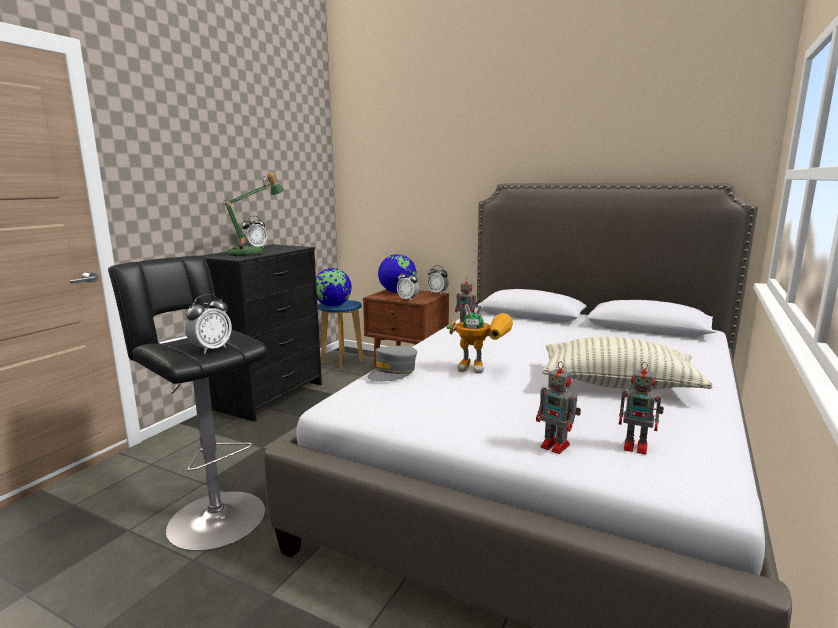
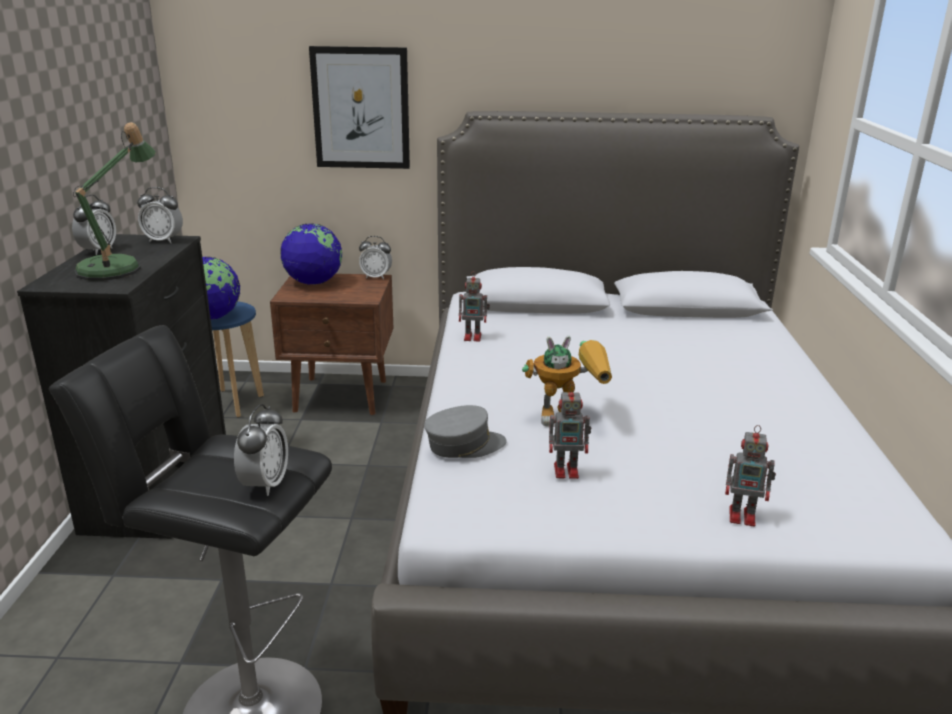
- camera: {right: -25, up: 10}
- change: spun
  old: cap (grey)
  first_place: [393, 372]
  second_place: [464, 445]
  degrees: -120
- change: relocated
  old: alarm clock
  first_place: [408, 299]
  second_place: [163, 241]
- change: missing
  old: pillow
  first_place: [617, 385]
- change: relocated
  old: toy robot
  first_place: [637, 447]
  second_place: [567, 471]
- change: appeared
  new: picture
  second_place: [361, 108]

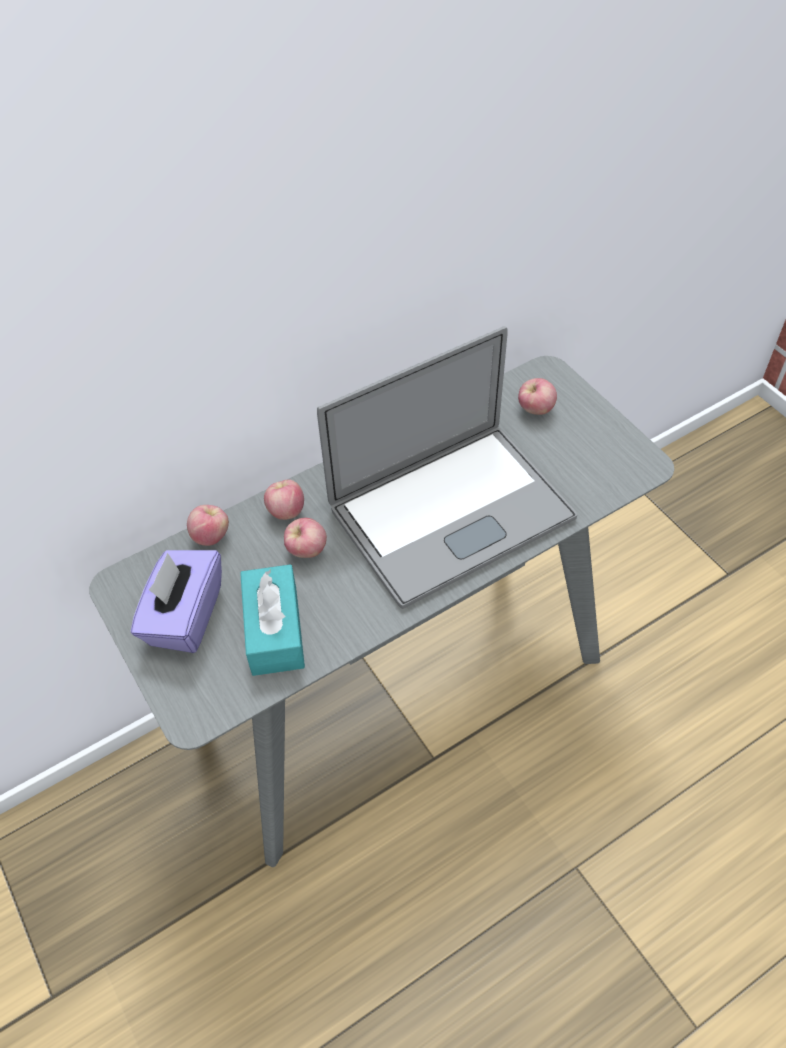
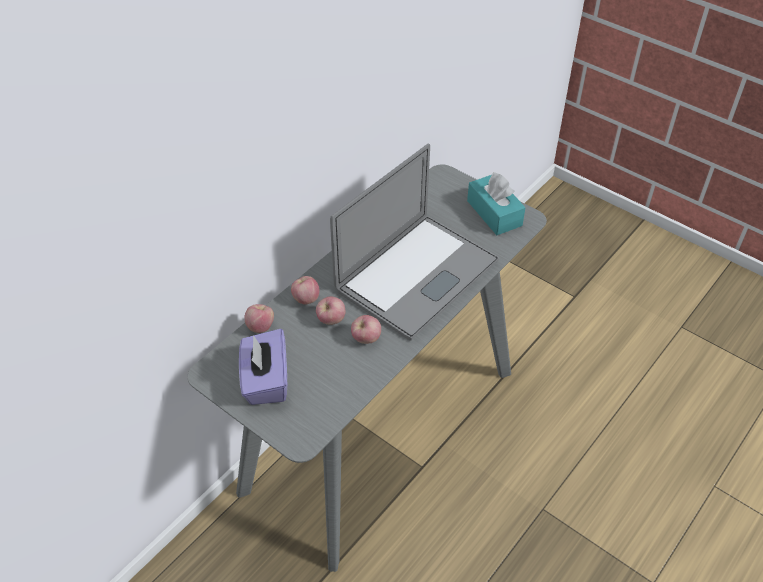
- camera: {right: -20, up: -5}
- change: relocated
  old: tissue box (turquoise)
  first_place: [274, 630]
  second_place: [494, 213]
- change: relocated
  old: apple
  first_place: [535, 409]
  second_place: [366, 339]

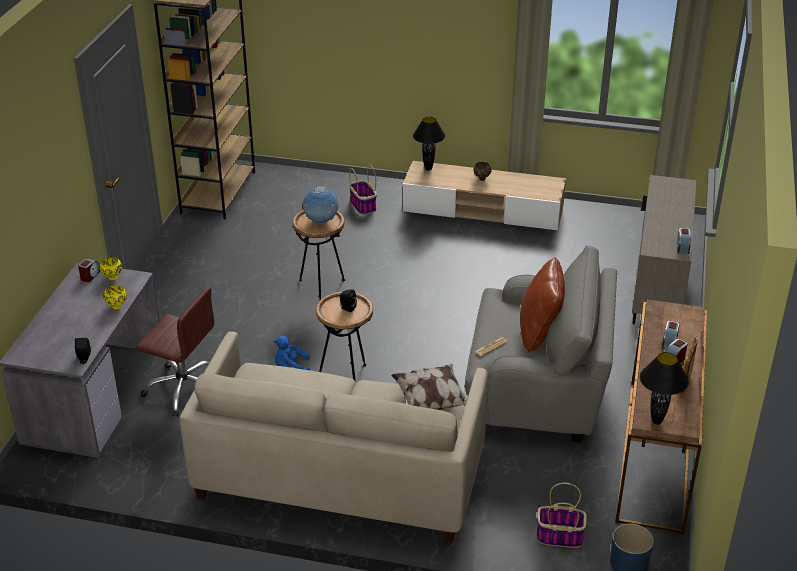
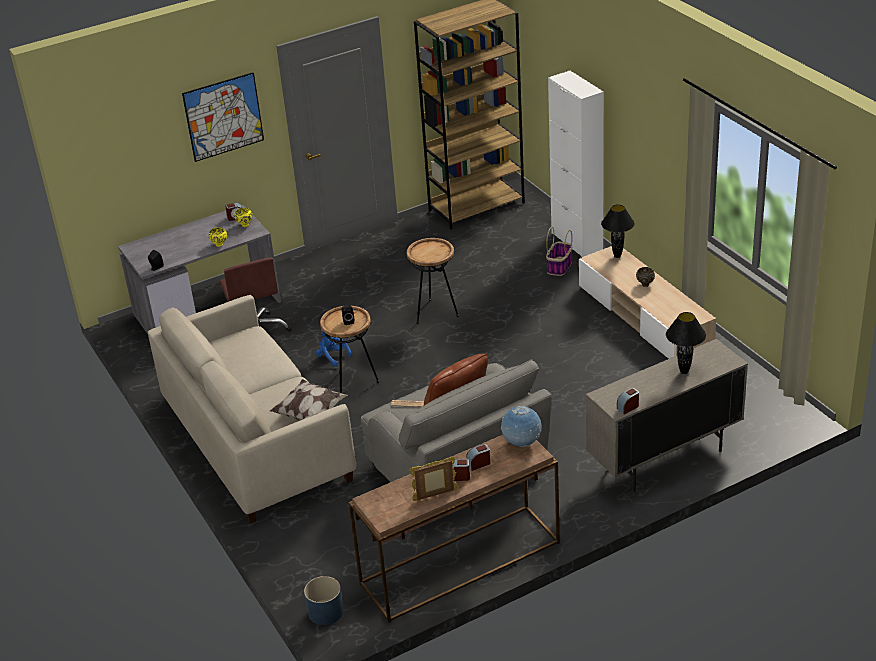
- camera: {right: 50, up: 0}
- change: relocated
  old: globe
  first_place: [321, 221]
  second_place: [522, 443]
- change: missing
  old: basket
  first_place: [559, 537]
- change: relocated
  old: table lamp (black)
  first_place: [656, 422]
  second_place: [683, 372]
- change: appeared
  new: picture
  second_place: [223, 116]
- change: appeared
  new: cabinet (white)
  second_place: [577, 241]

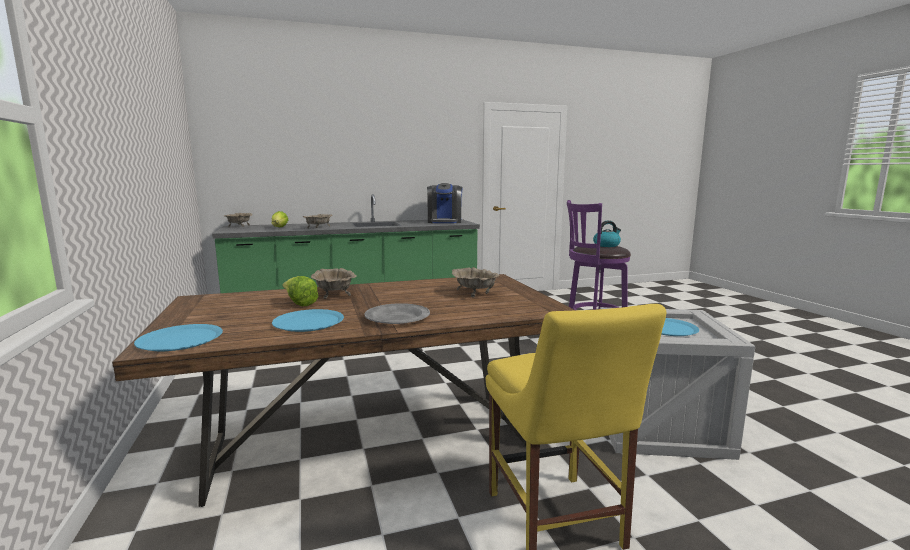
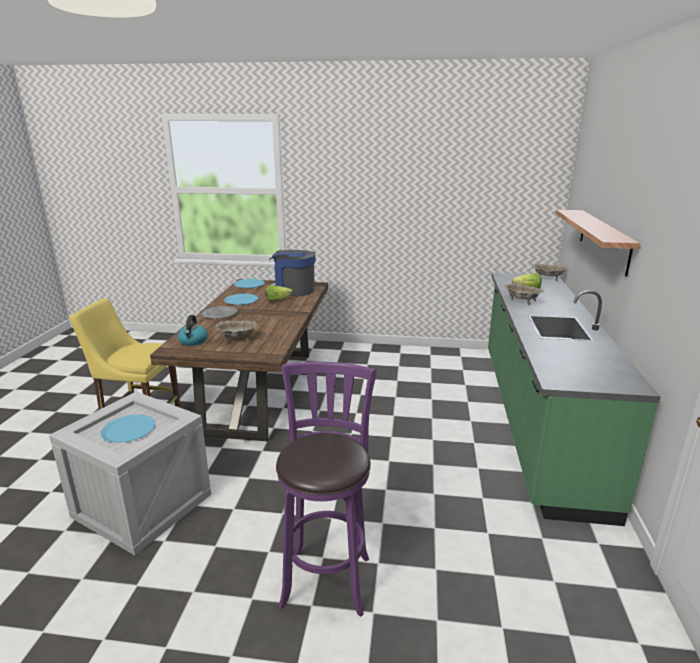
- camera: {right: 115, up: 10}
- change: missing
  old: bowl (beige)
  first_place: [334, 294]
- change: relocated
  old: coffee machine
  first_place: [444, 222]
  second_place: [293, 290]
- change: relocated
  old: kettle
  first_place: [606, 245]
  second_place: [193, 341]
- change: appeared
  new: shelf
  second_place: [604, 240]

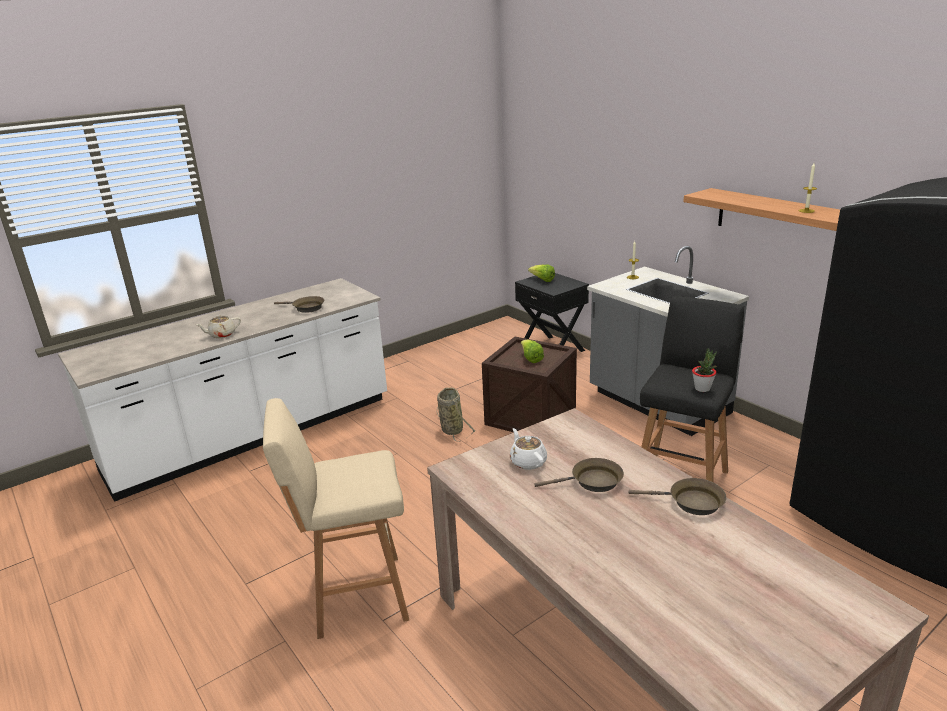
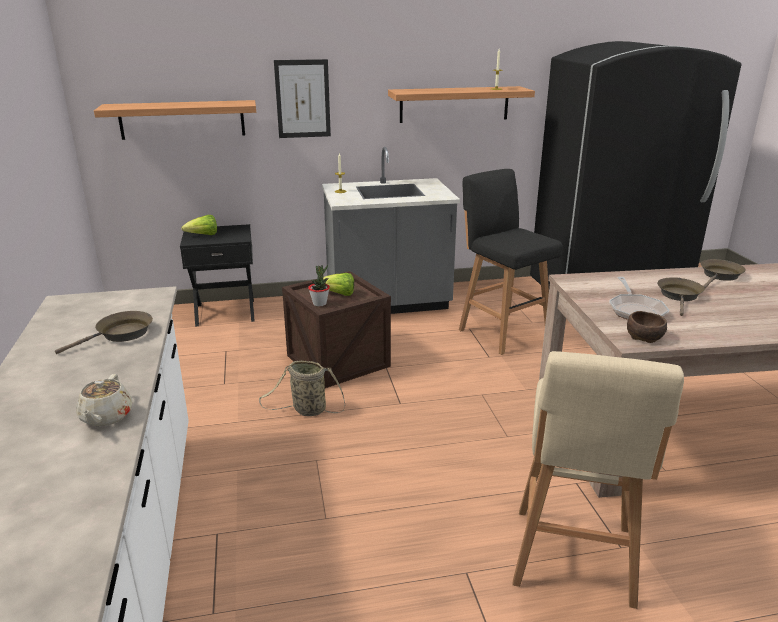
- camera: {right: -65, up: 0}
- change: exchanged
  old: teapot (white)
  new: frying pan
  first_place: [528, 462]
  second_place: [635, 310]
- change: relocated
  old: potted plant
  first_place: [702, 389]
  second_place: [319, 303]
- change: appeared
  new: shelf
  second_place: [182, 119]
- change: appeared
  new: picture
  second_place: [303, 99]
- change: appeared
  new: bowl (brown)
  second_place: [645, 337]

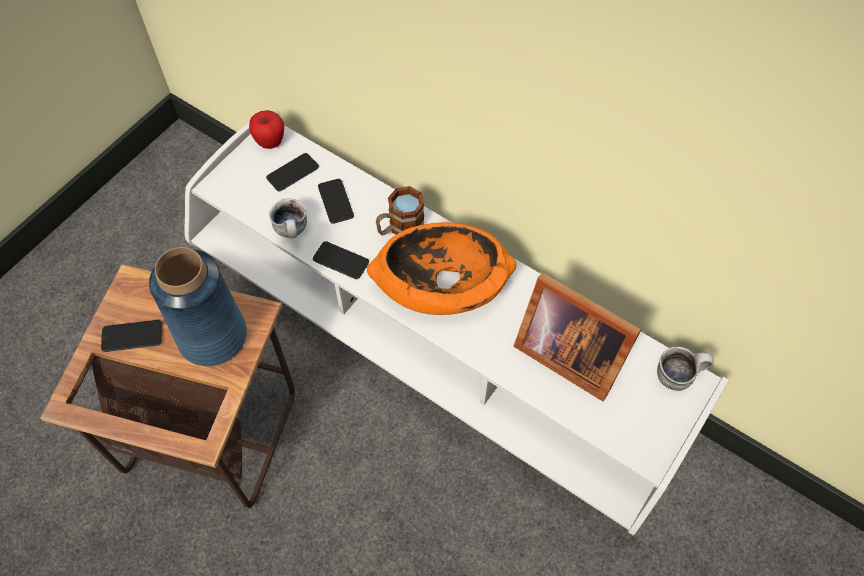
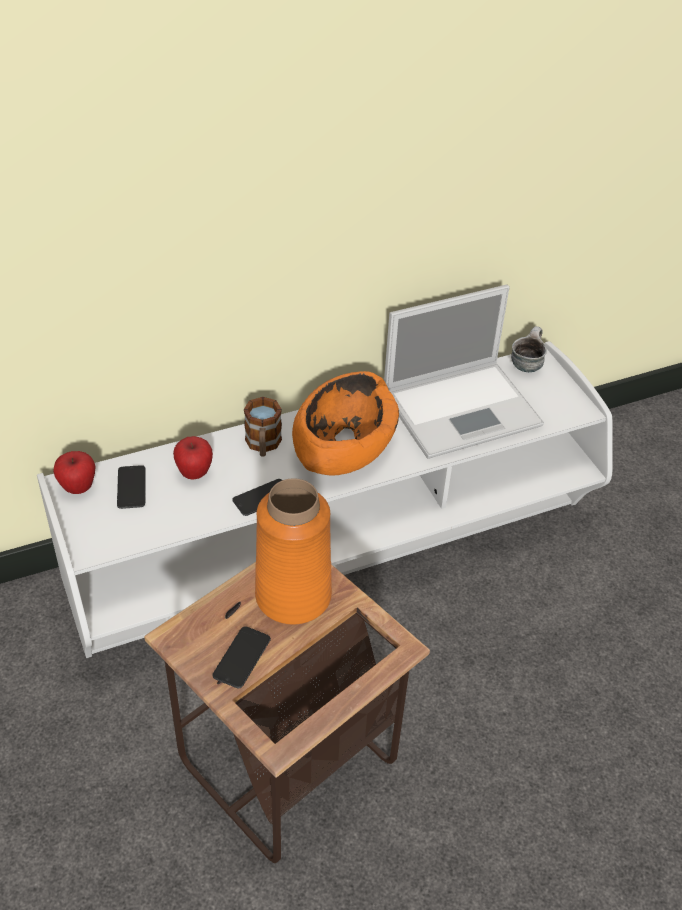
- camera: {right: -60, up: -15}
- change: colour
  old: vase (blue)
  new: vase (orange)
  first_place: [212, 337]
  second_place: [293, 596]
- change: missing
  old: mug
  first_place: [293, 232]
- change: exchanged
  old: phone
  new: apple
  first_place: [335, 201]
  second_place: [194, 473]
- change: exchanged
  old: picture frame
  new: laptop
  first_place: [566, 352]
  second_place: [464, 408]

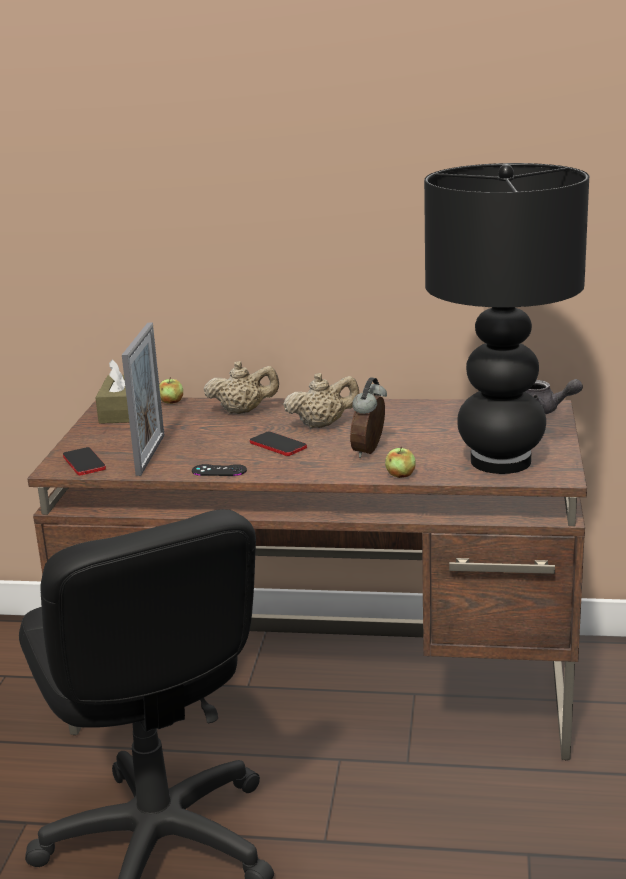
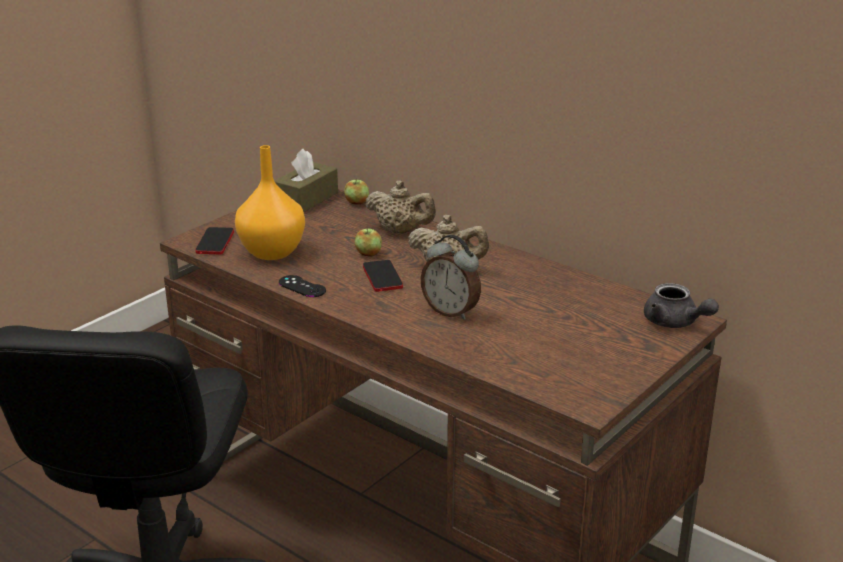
- camera: {right: 30, up: 5}
- change: exchanged
  old: picture frame
  new: vase (orange)
  first_place: [150, 455]
  second_place: [272, 251]
- change: spun
  old: alarm clock
  first_place: [370, 451]
  second_place: [451, 311]
  degrees: -105
- change: relocated
  old: apple
  first_place: [400, 475]
  second_place: [368, 253]
- change: missing
  old: table lamp (black)
  first_place: [502, 461]

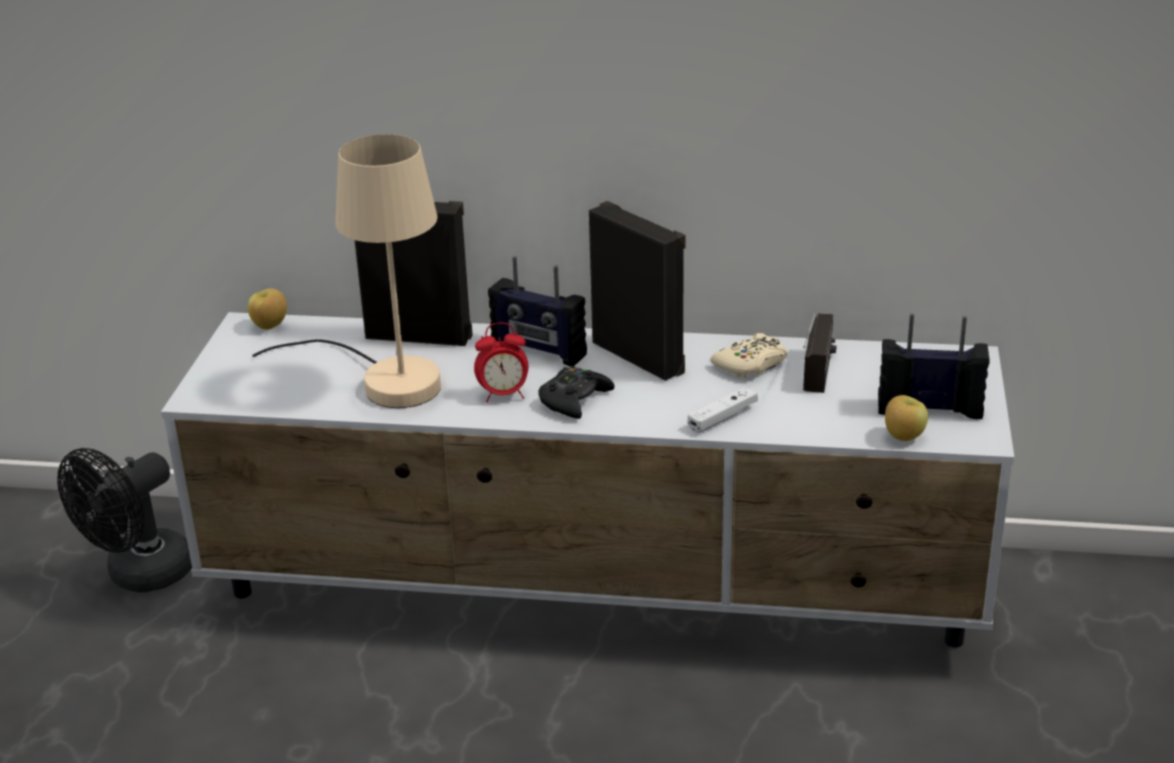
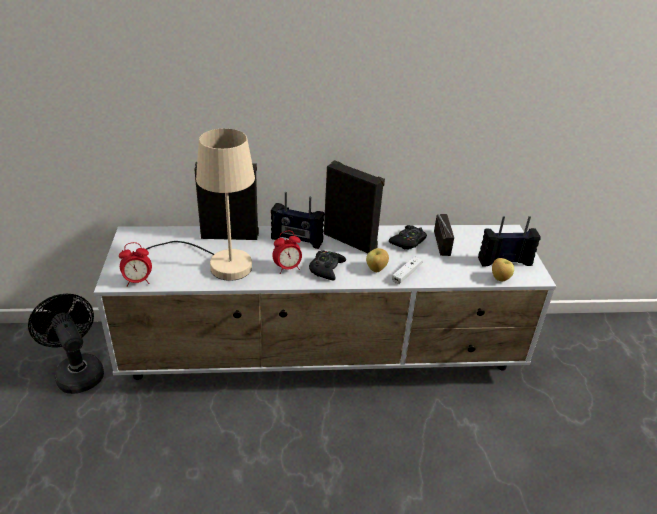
- camera: {right: -15, up: 5}
- change: spun
  old: fan (black)
  first_place: [140, 576]
  second_place: [77, 372]
  degrees: 120
- change: relocated
  old: apple
  first_place: [269, 326]
  second_place: [376, 269]
- change: colour
  old: game controller (beige)
  new: game controller (black)
  first_place: [751, 364]
  second_place: [408, 241]
- change: appeared
  new: alarm clock
  second_place: [138, 281]

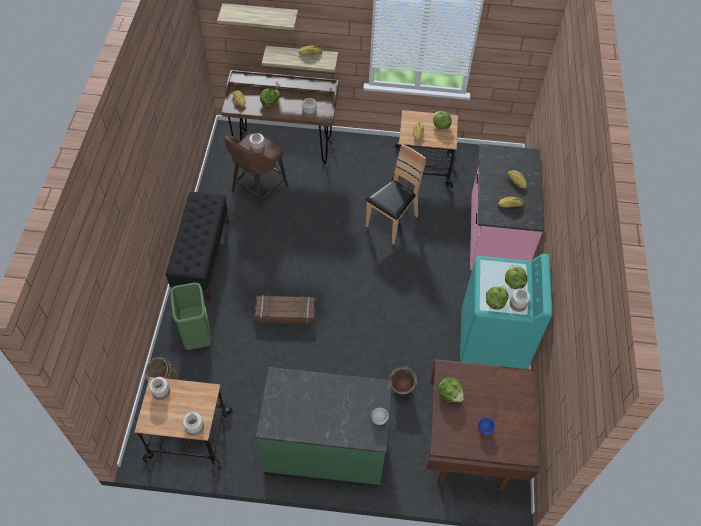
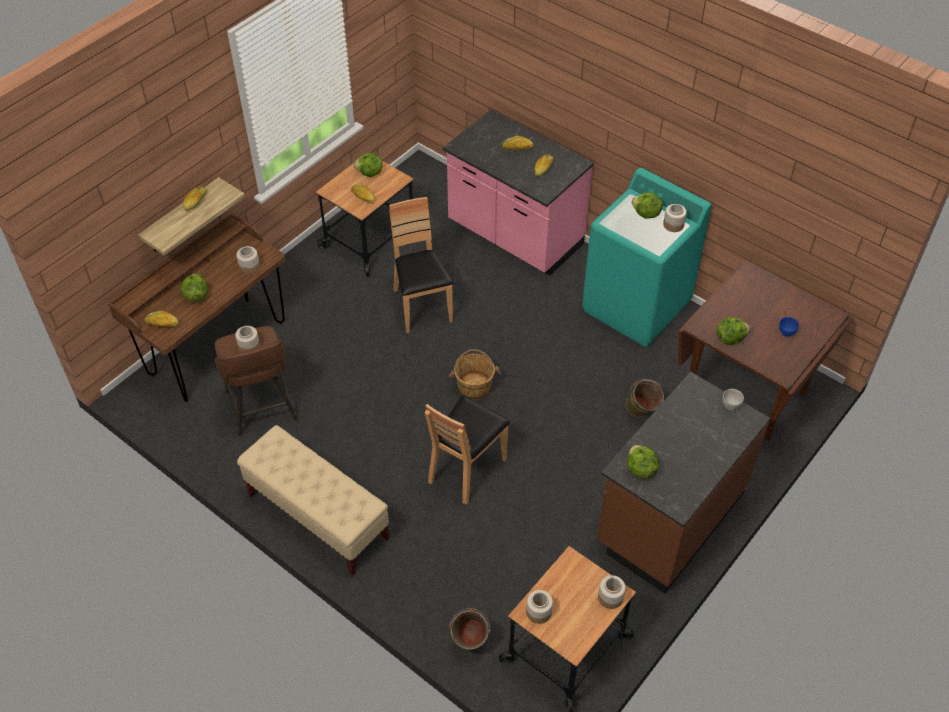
- camera: {right: -55, up: -5}
- change: colour
  old: bench (black)
  new: bench (beige)
  first_place: [202, 258]
  second_place: [317, 516]
- change: missing
  old: trash can (green)
  first_place: [197, 336]
- change: missing
  old: shelf
  first_place: [261, 16]
- change: exchanged
  old: crate
  new: chair (brown)
  first_place: [285, 313]
  second_place: [466, 469]
- change: colour
  old: counter (green)
  new: counter (brown)
  first_place: [326, 448]
  second_place: [668, 518]
- change: relocated
  old: lettuce
  first_place: [495, 302]
  second_place: [640, 469]
- change: appeared
  new: bucket (brown)
  second_place: [474, 386]

